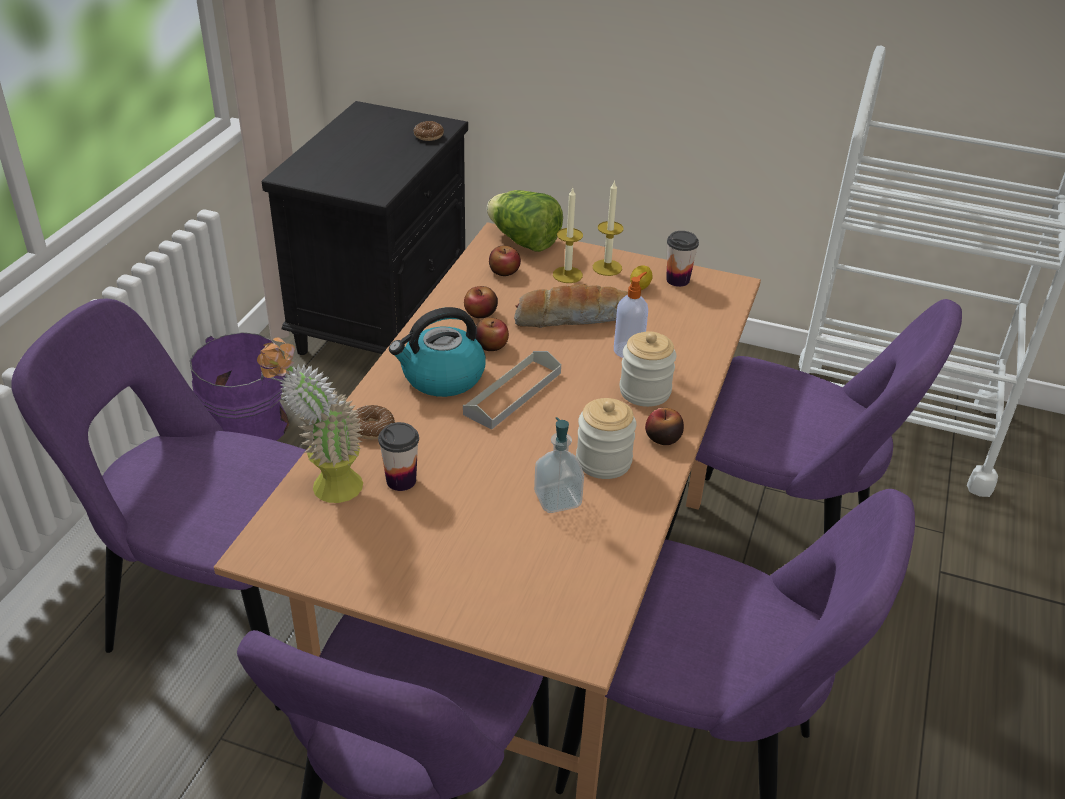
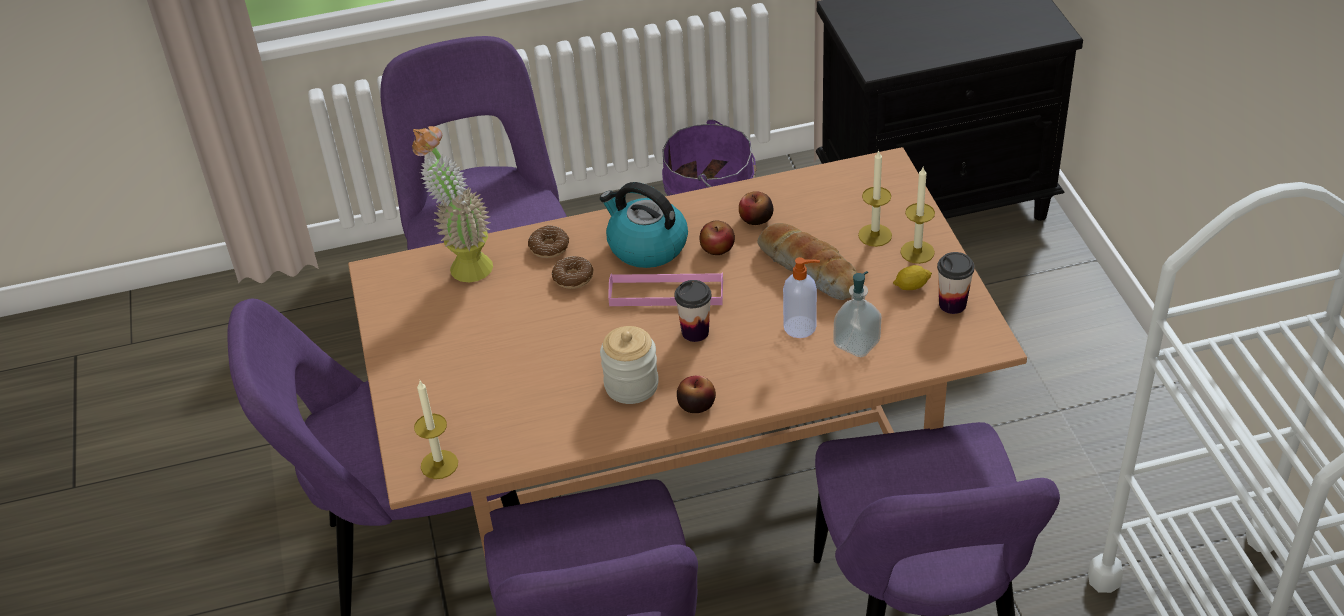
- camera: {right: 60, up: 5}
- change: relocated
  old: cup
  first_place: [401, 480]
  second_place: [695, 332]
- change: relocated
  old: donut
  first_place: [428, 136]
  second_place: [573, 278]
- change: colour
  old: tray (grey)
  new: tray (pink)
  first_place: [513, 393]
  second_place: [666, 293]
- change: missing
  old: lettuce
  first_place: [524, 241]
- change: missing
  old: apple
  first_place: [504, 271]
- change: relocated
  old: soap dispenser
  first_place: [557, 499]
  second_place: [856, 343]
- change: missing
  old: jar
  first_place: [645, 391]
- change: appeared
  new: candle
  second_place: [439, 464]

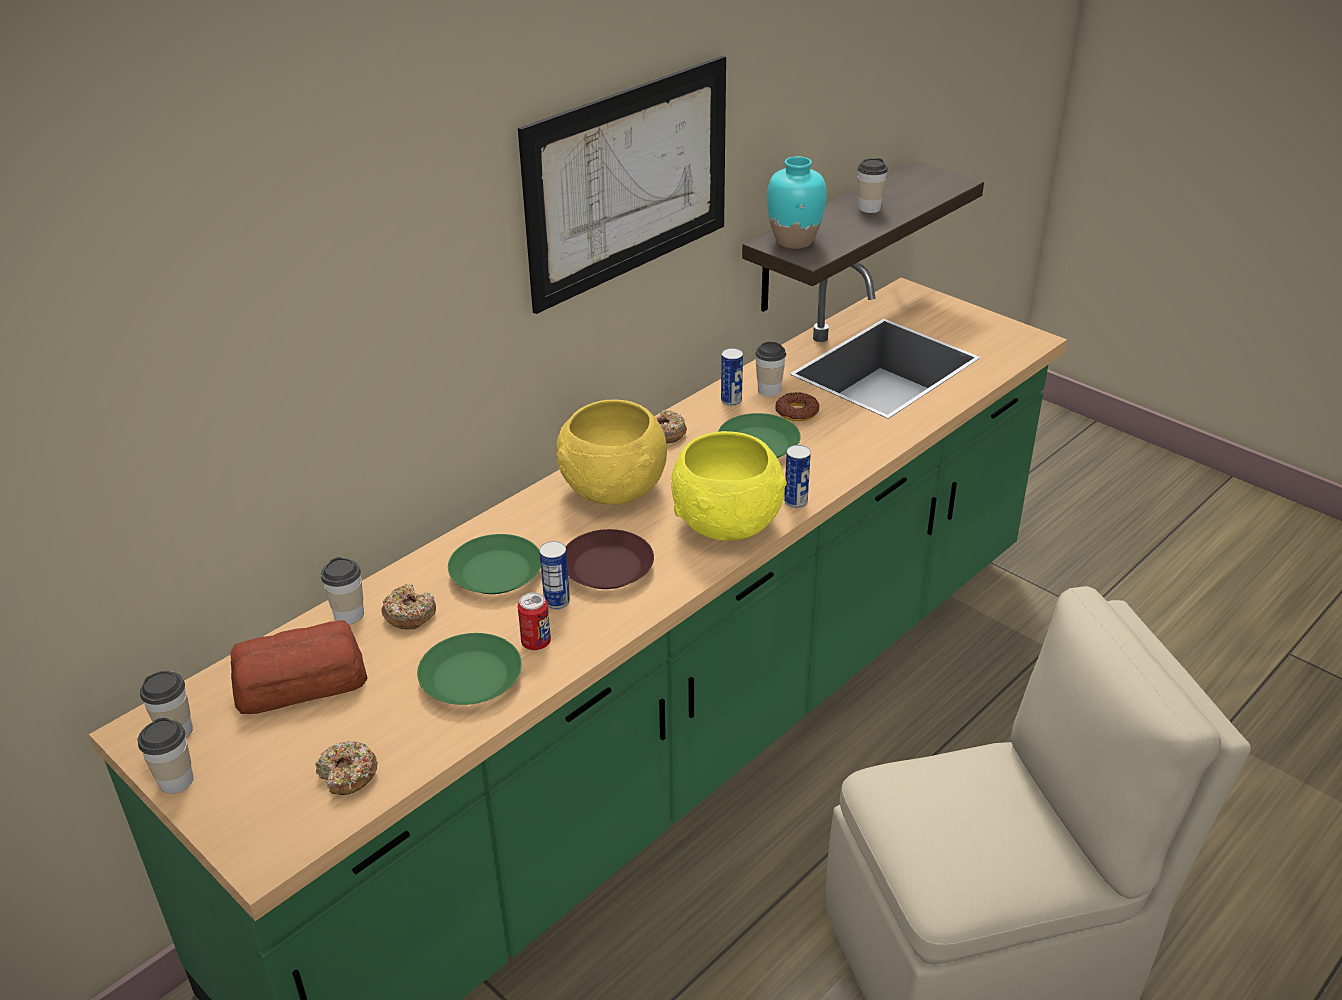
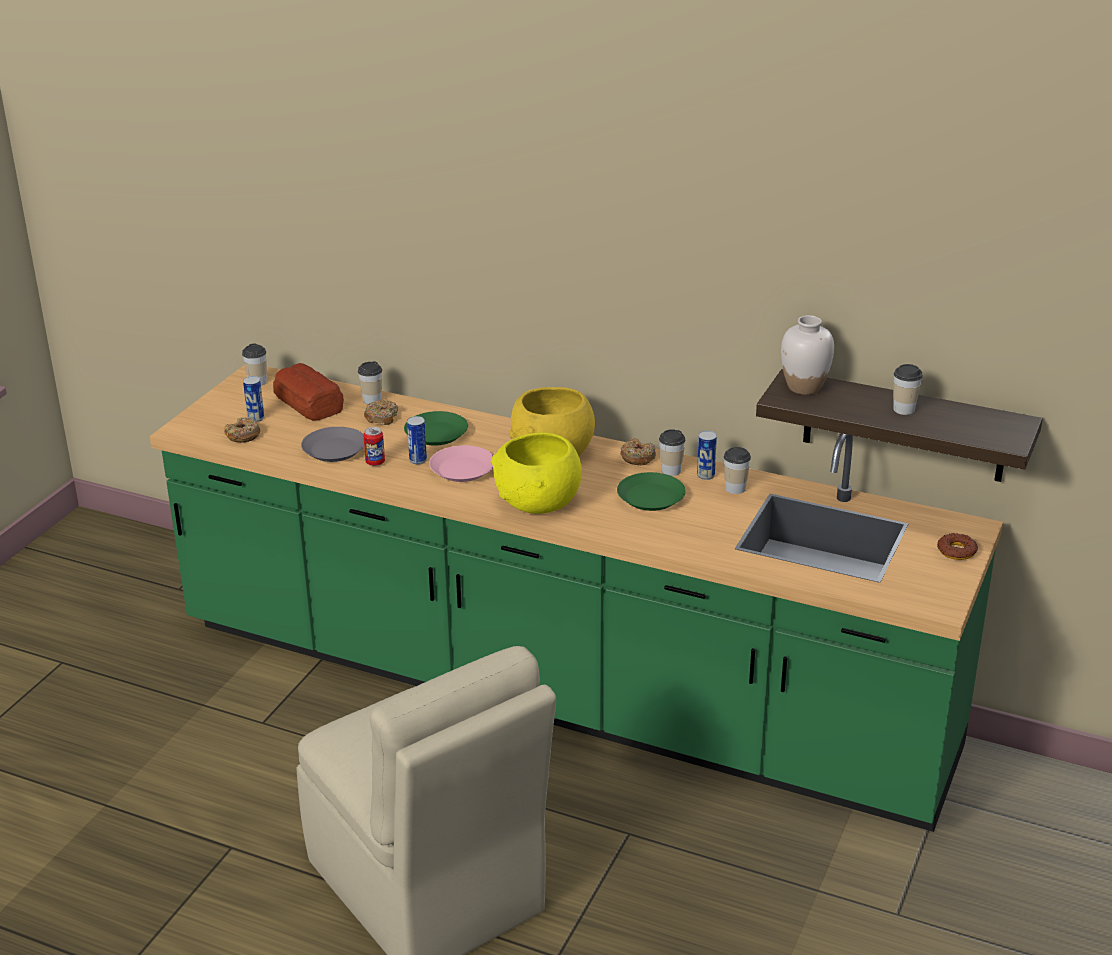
- camera: {right: 70, up: -5}
- change: relocated
  old: cup
  first_place: [176, 781]
  second_place: [671, 470]
- change: colour
  old: plate (green)
  new: plate (grey)
  first_place: [471, 677]
  second_place: [335, 450]
- change: missing
  old: picture
  first_place: [629, 181]
- change: colour
  old: plate (brown)
  new: plate (pink)
  first_place: [608, 568]
  second_place: [462, 470]
- change: colour
  old: vase (turquoise)
  new: vase (white)
  first_place: [794, 241]
  second_place: [804, 387]
- change: relocated
  old: donut
  first_place: [796, 412]
  second_place: [956, 551]
- change: relocated
  old: can
  first_place: [795, 502]
  second_place: [256, 418]

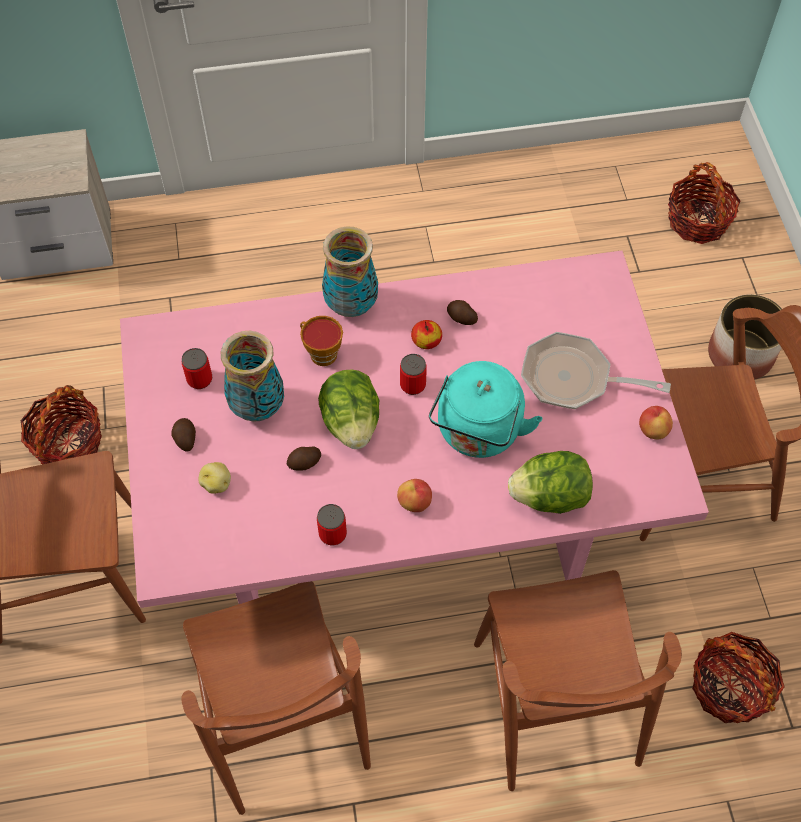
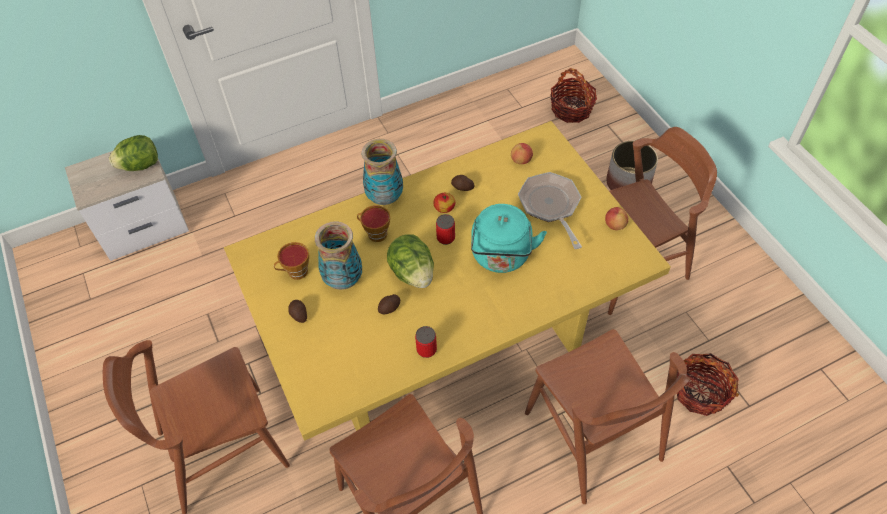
- camera: {right: -15, up: -5}
- change: missing
  old: basket
  first_place: [68, 442]
- change: colour
  old: dining table (pink)
  new: dining table (yellow)
  first_place: [399, 525]
  second_place: [446, 349]
- change: exchanged
  old: can
  new: cup
  first_place: [199, 379]
  second_place: [295, 272]
- change: missing
  old: potato
  first_place: [216, 483]
- change: relocated
  old: apple
  first_place: [415, 502]
  second_place: [521, 160]
- change: relocated
  old: lettuce
  first_place: [550, 496]
  second_place: [140, 165]
- change: spun
  old: frying pan
  first_place: [573, 378]
  second_place: [551, 206]
  degrees: 75

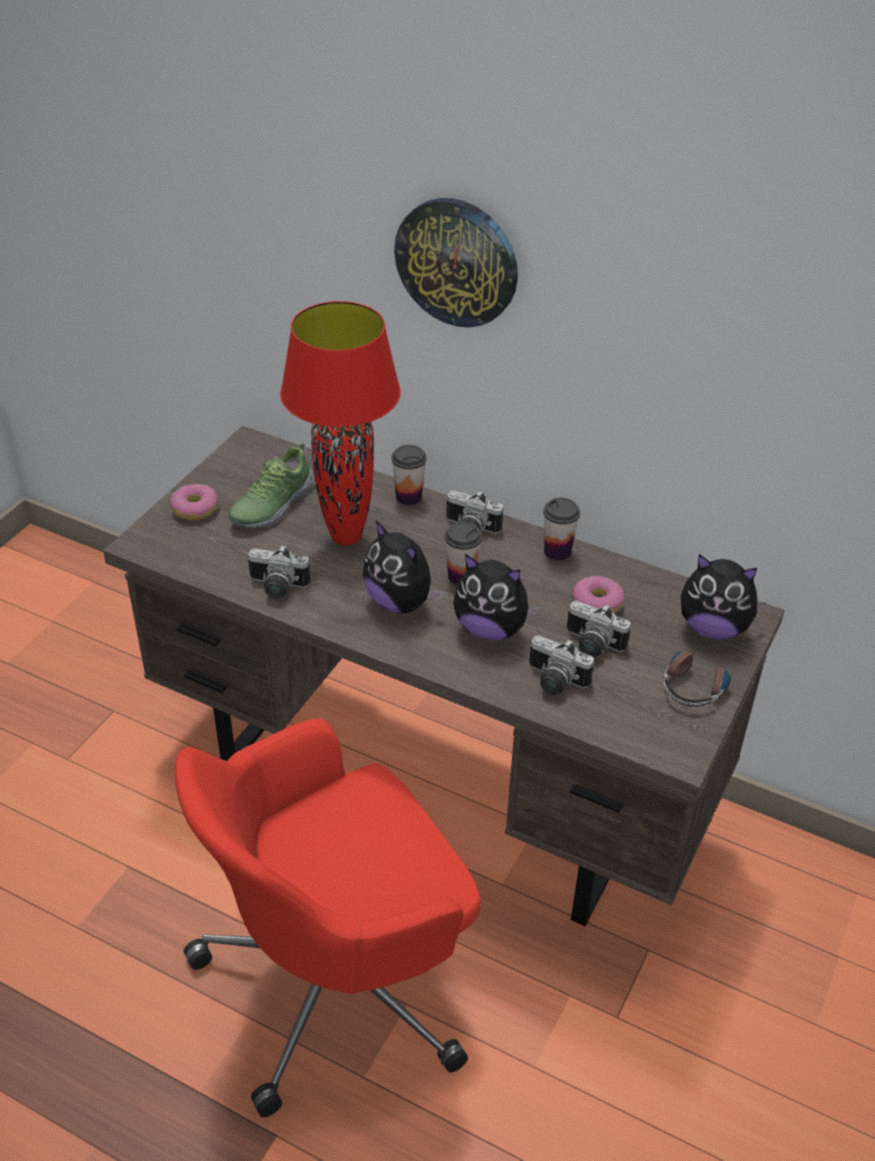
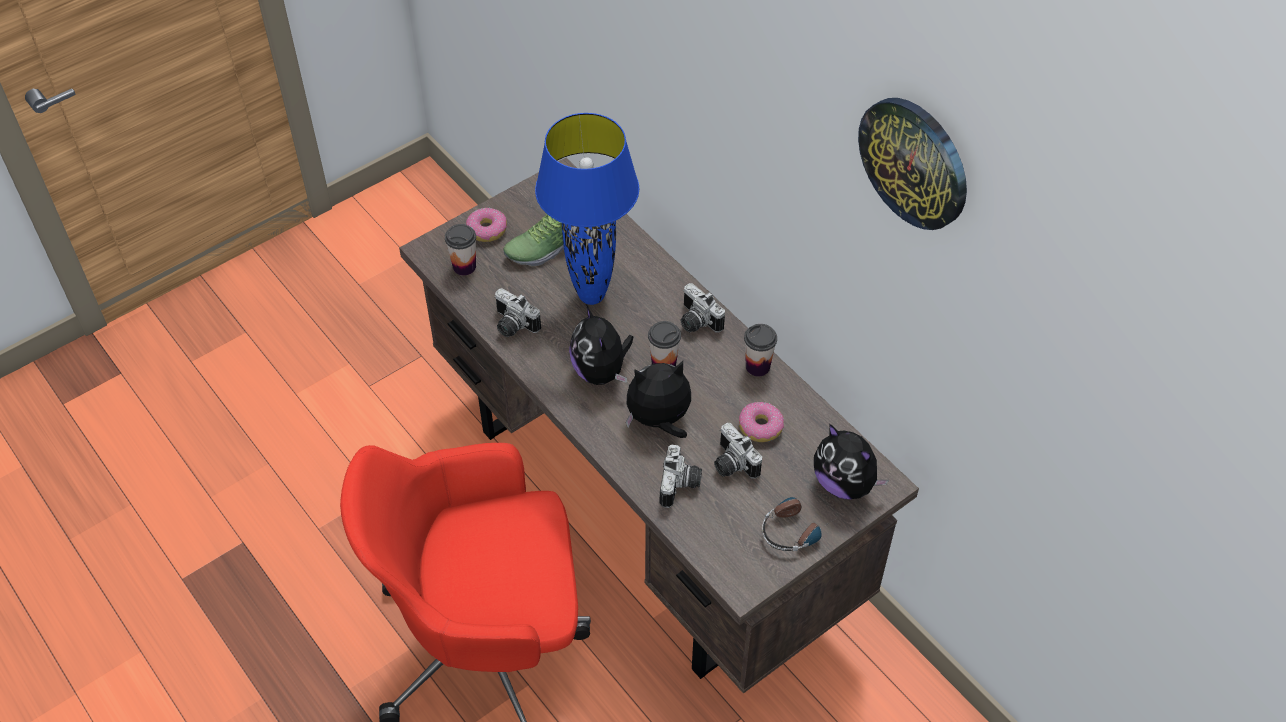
- camera: {right: 25, up: 10}
- change: colour
  old: table lamp (red)
  new: table lamp (blue)
  first_place: [346, 538]
  second_place: [591, 296]
- change: relocated
  old: cup
  first_place: [408, 497]
  second_place: [464, 266]
- change: relocated
  old: wall clock
  first_place: [457, 262]
  second_place: [914, 162]
- change: spun
  old: plush toy
  first_place: [491, 629]
  second_place: [659, 420]
  degrees: 120
- change: spun
  old: photo camera
  first_place: [554, 681]
  second_place: [681, 485]
  degrees: -135

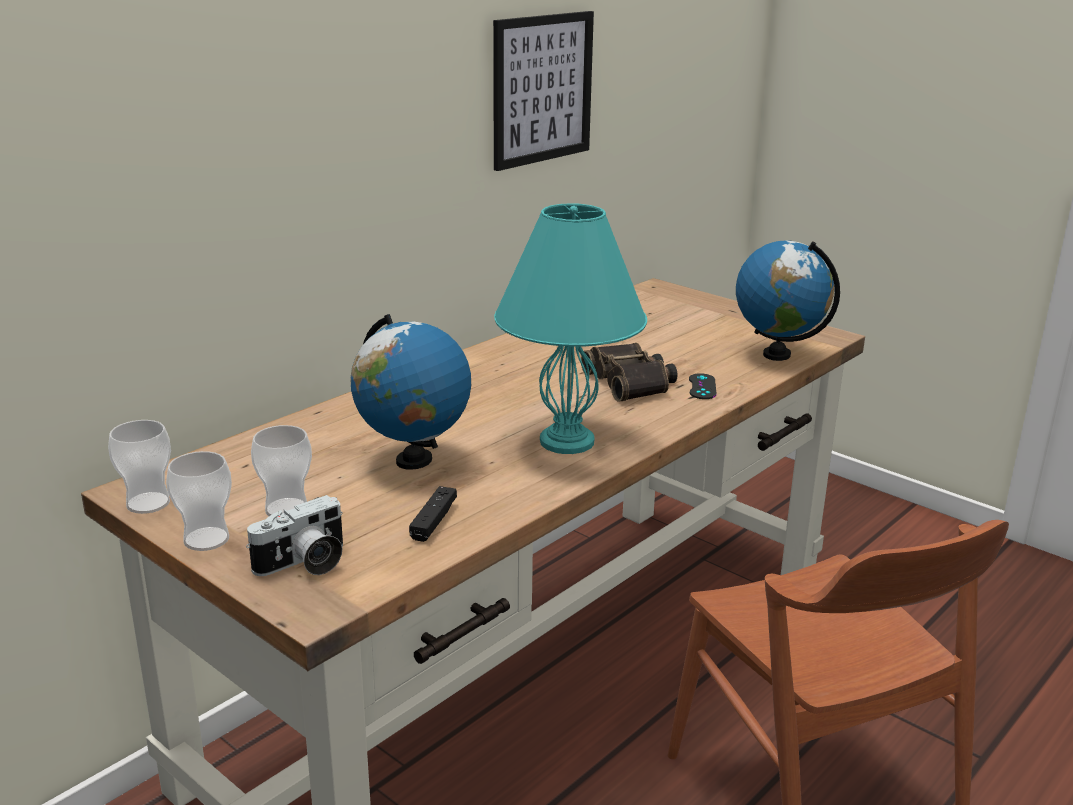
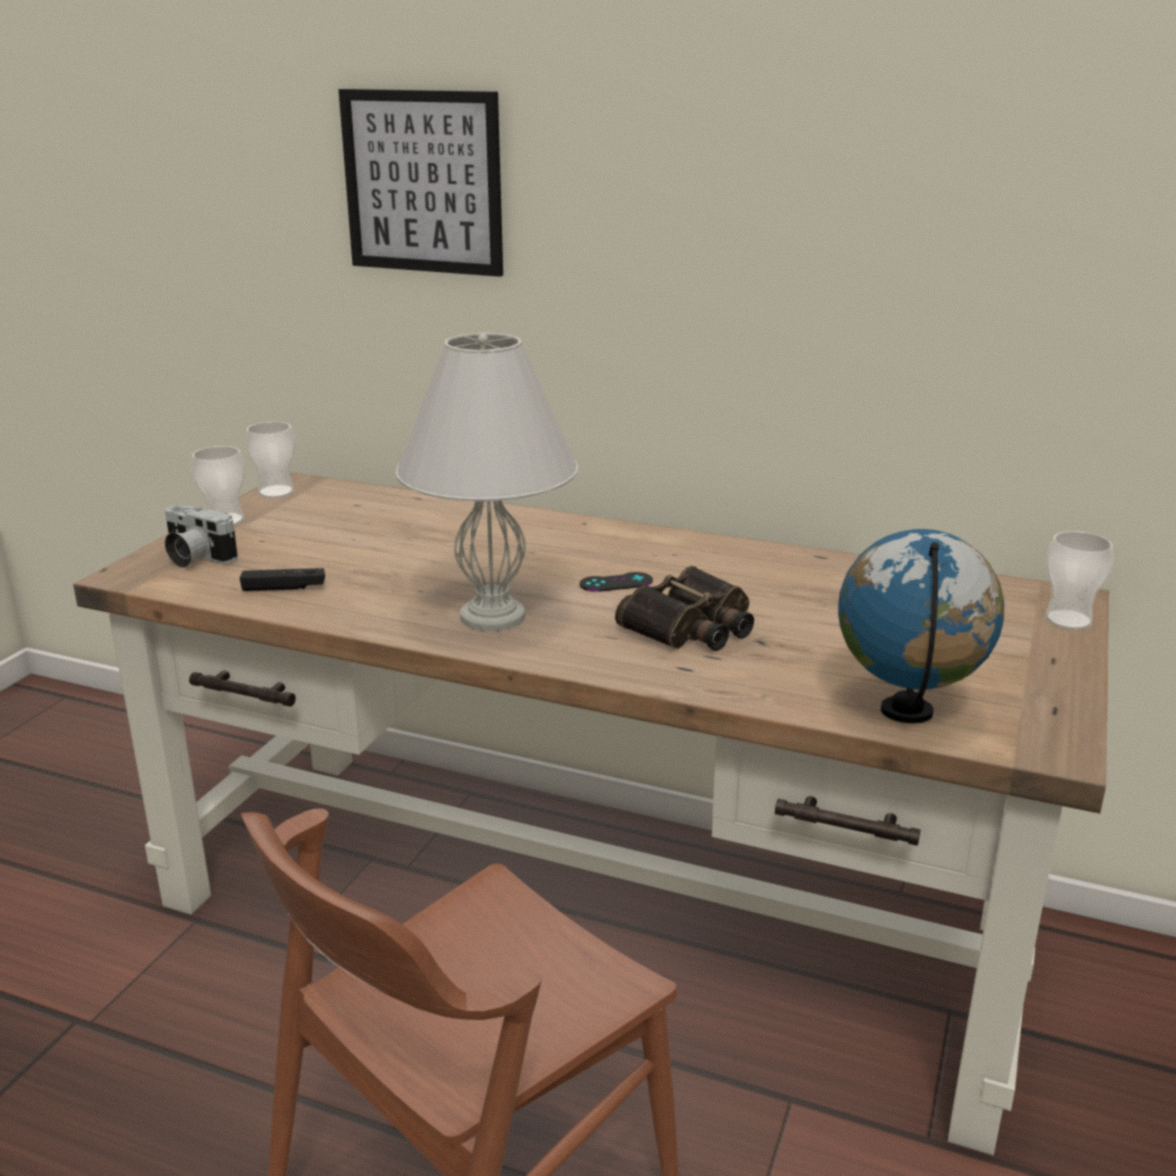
- camera: {right: 70, up: 0}
- change: relocated
  old: cup
  first_place: [286, 509]
  second_place: [1068, 620]
- change: missing
  old: globe
  first_place: [413, 461]
- change: relocated
  old: picture
  first_place: [542, 89]
  second_place: [423, 182]
- change: colour
  old: table lamp (turquoise)
  new: table lamp (white)
  first_place: [566, 441]
  second_place: [493, 616]
- change: relocated
  old: game controller (black)
  first_place: [702, 387]
  second_place: [616, 583]

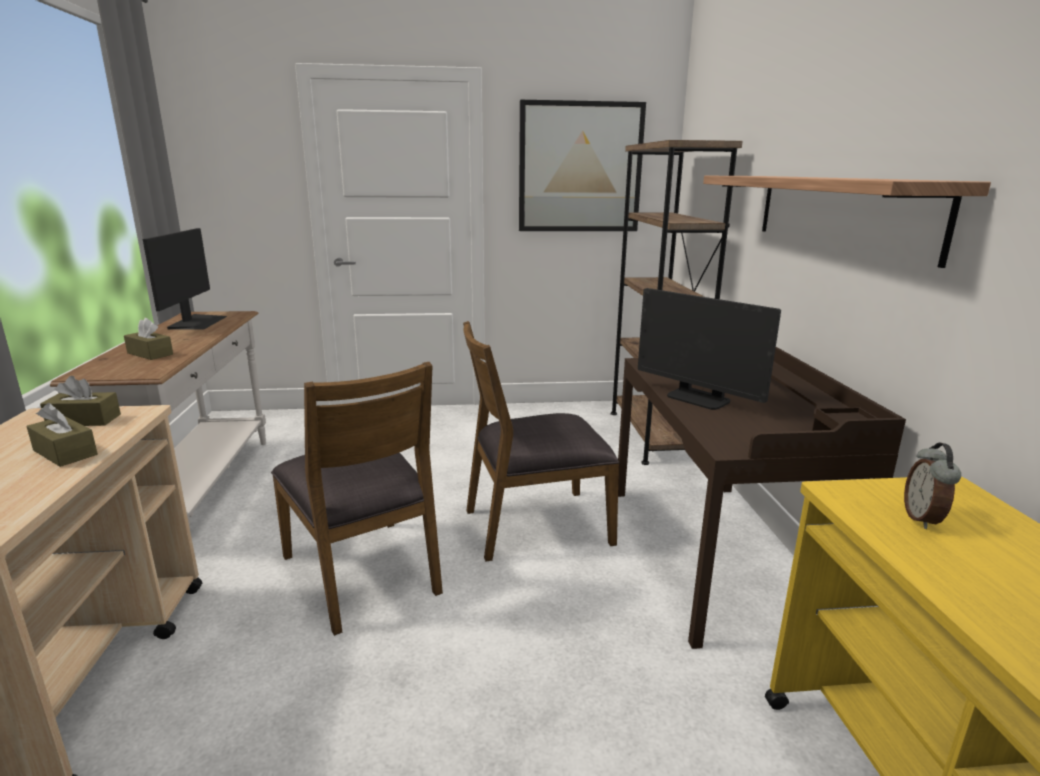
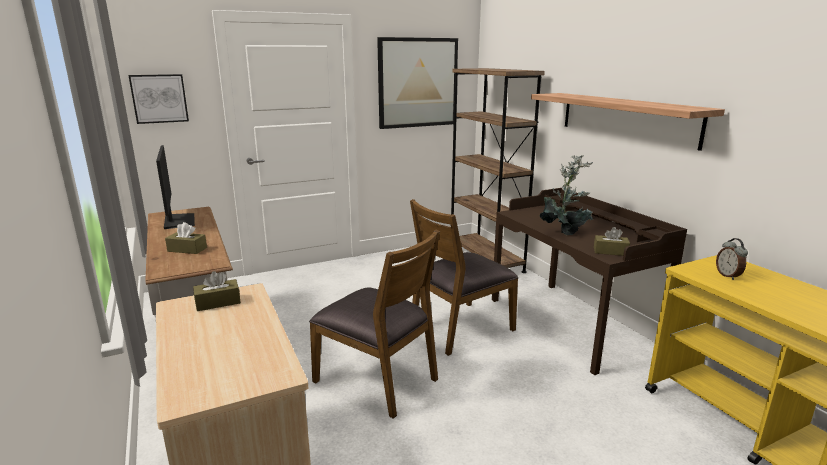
- camera: {right: -20, up: 0}
- change: relocated
  old: tissue box (brown)
  first_place: [65, 452]
  second_place: [610, 251]
- change: exchanged
  old: monitor
  new: potted plant
  first_place: [698, 398]
  second_place: [565, 232]
- change: appeared
  new: picture
  second_place: [159, 98]

